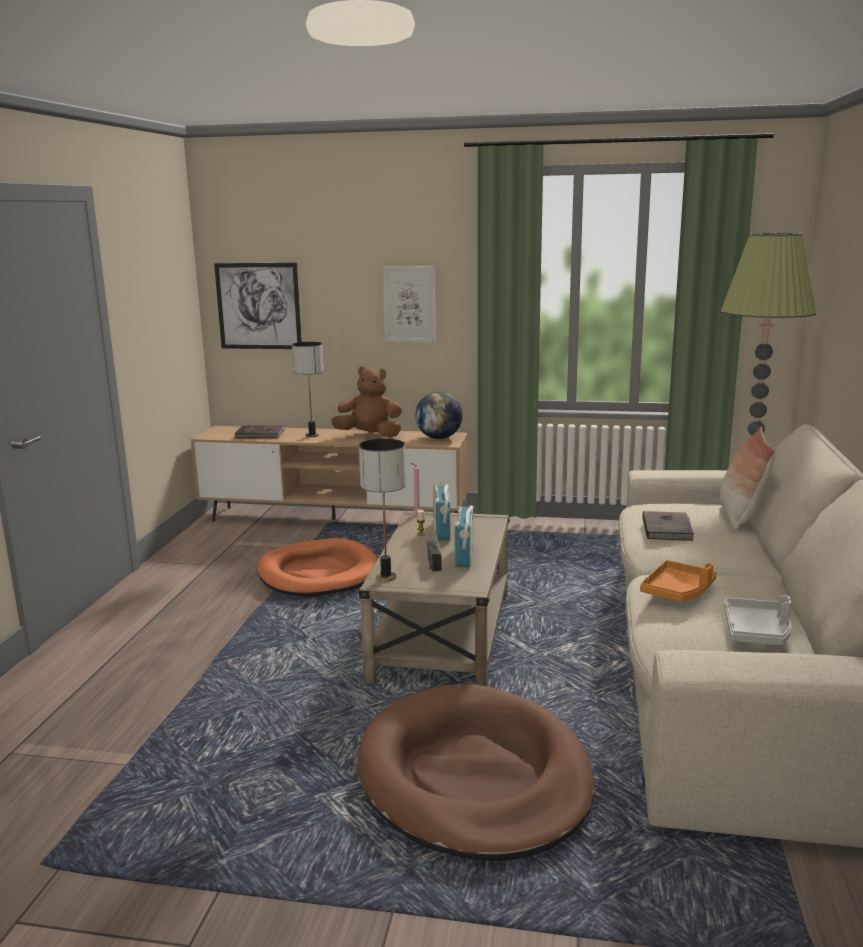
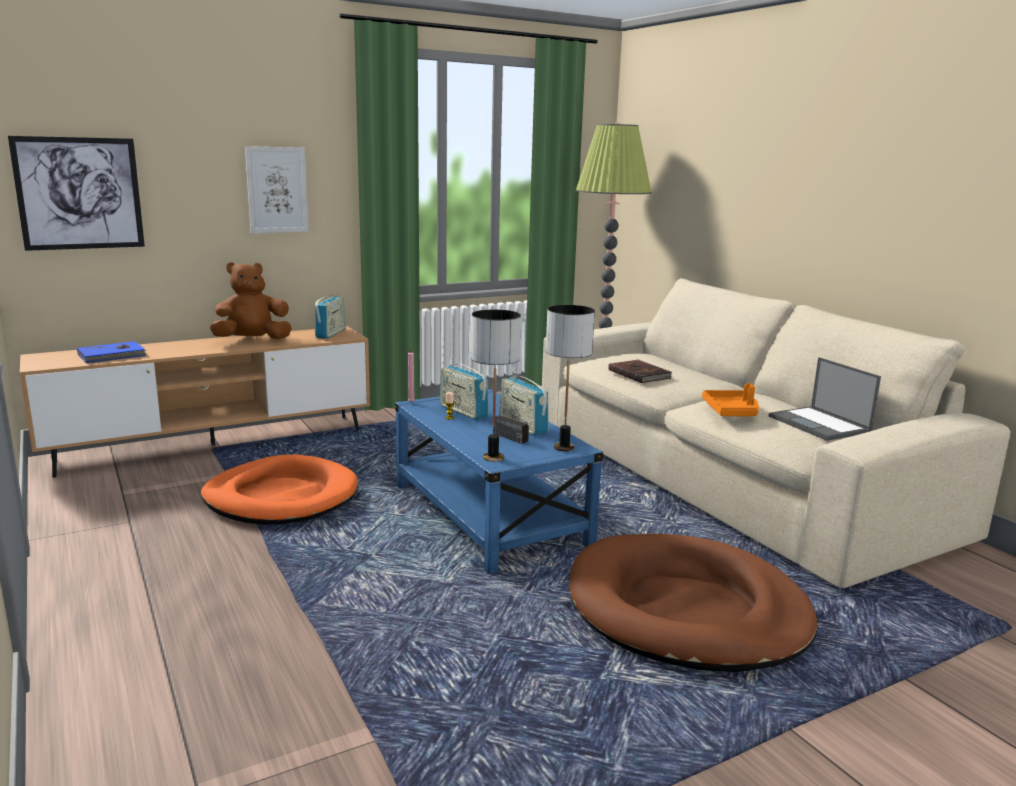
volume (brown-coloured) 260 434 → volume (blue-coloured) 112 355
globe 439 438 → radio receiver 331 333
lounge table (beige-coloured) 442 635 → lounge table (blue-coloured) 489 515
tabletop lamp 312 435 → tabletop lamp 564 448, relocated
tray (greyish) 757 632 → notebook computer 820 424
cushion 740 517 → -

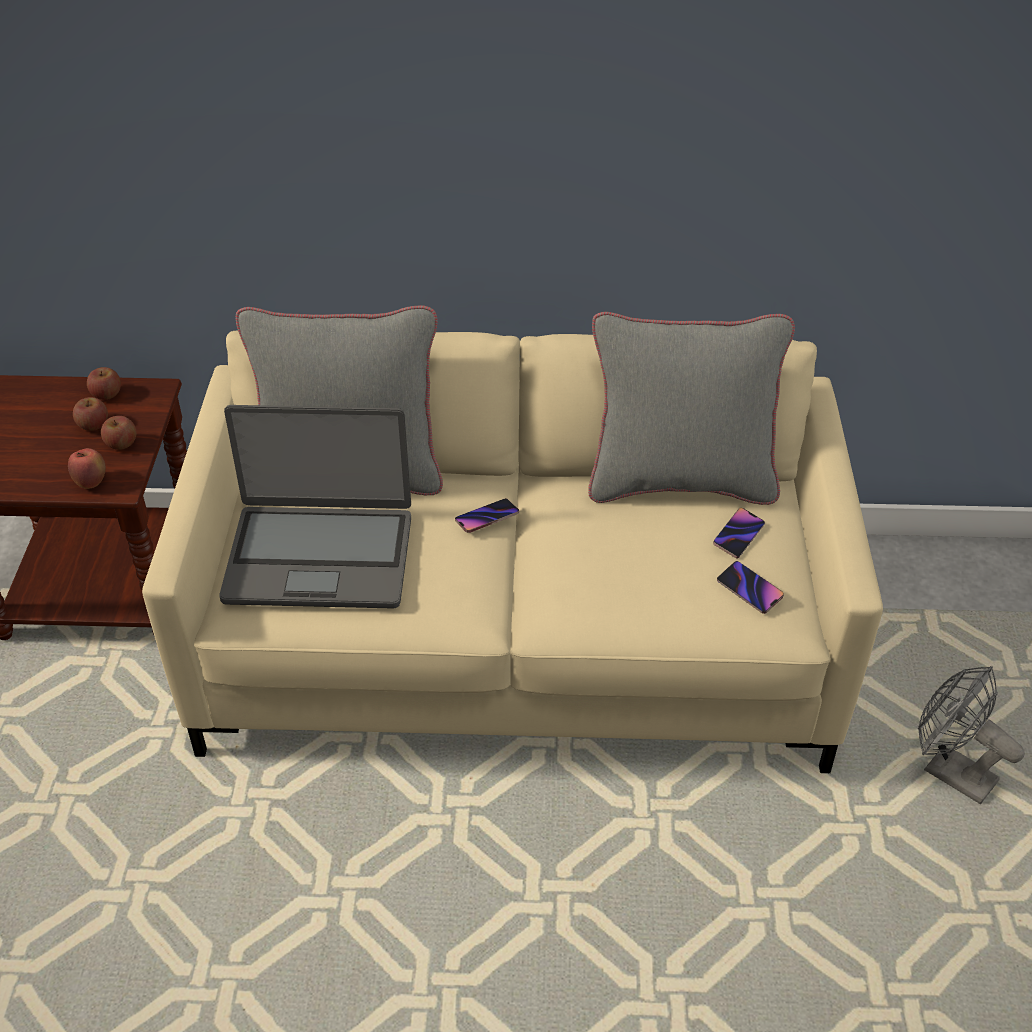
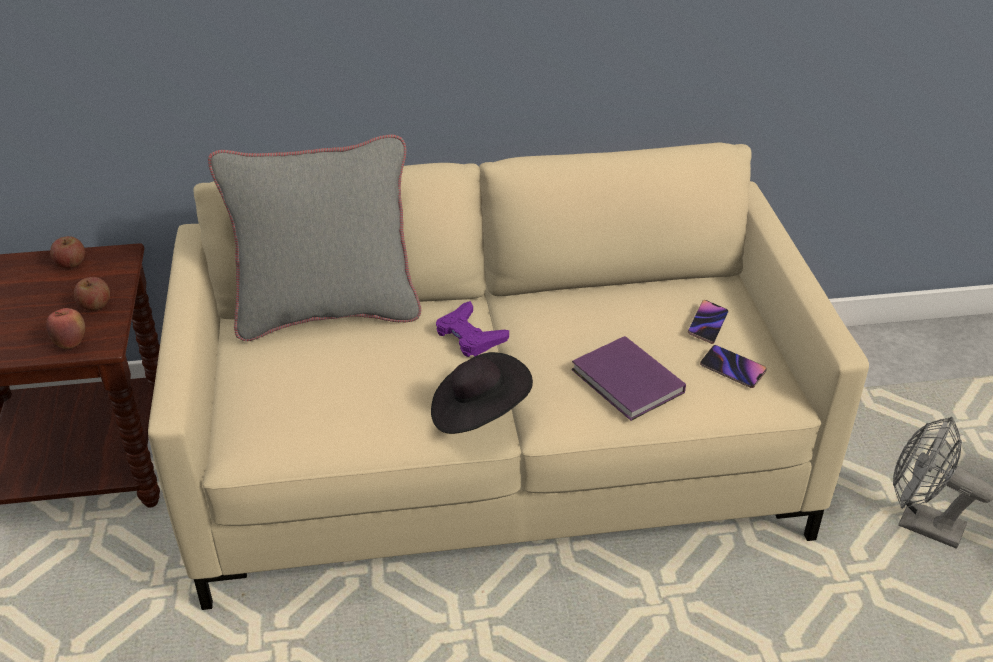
- → hat (black) 478 412
handset 487 518 → joypad (purplish) 469 336
- → volume (purplish) 628 383
whole apple 93 425 → -
notebook computer 320 556 → -
cushion (greyish) 680 481 → -

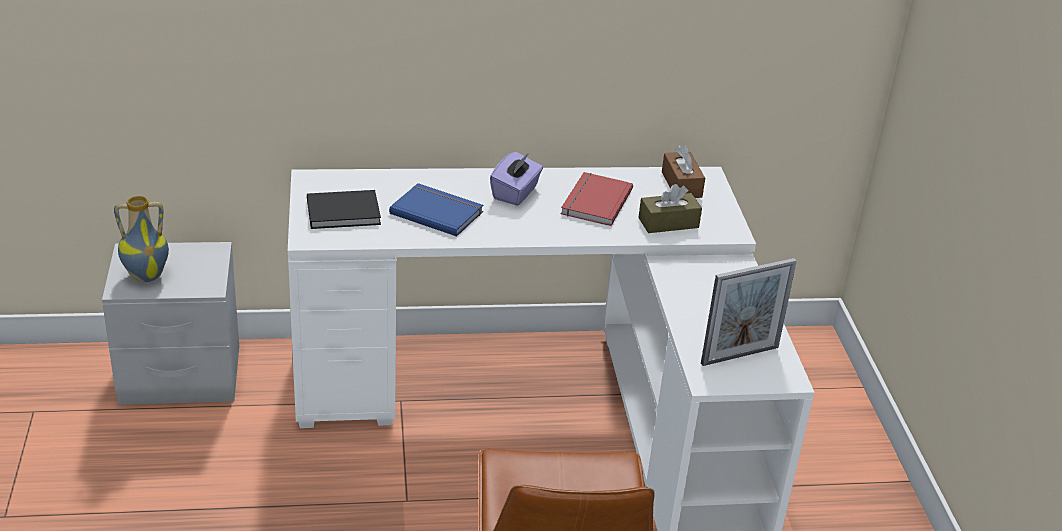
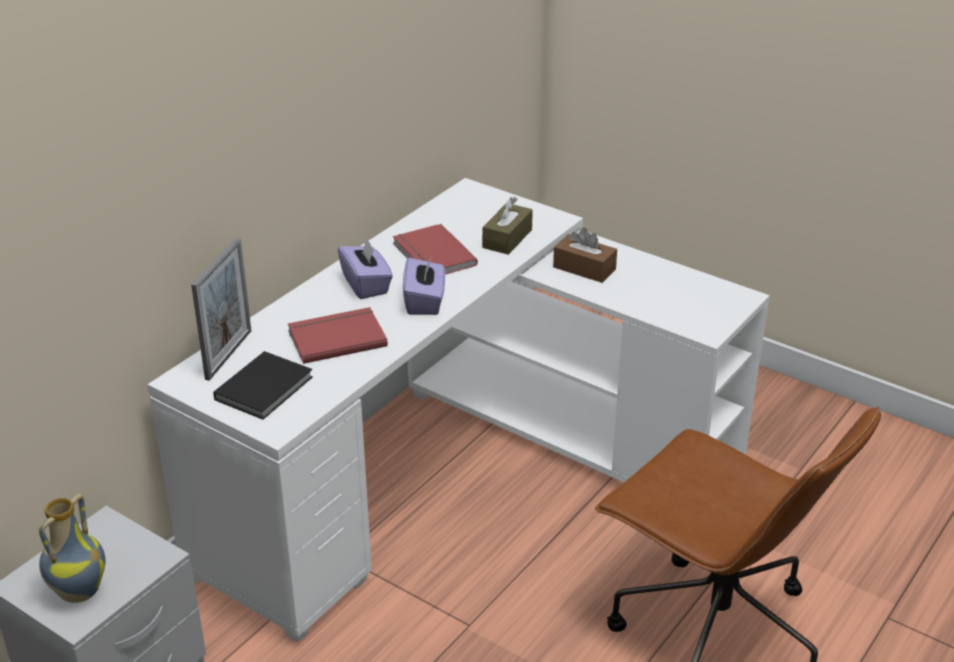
standing frame 740 355 → standing frame 228 354, relocated
volume (blue-coloured) 437 211 → volume (red) 336 337
- → tissue box (purplish) 425 302
tissue box (brown-coloured) 681 184 → tissue box (brown-coloured) 584 268, relocated

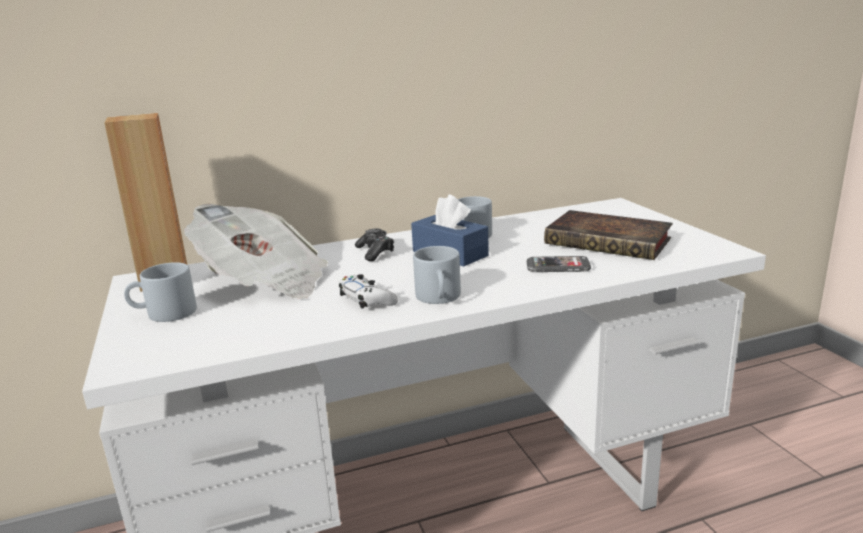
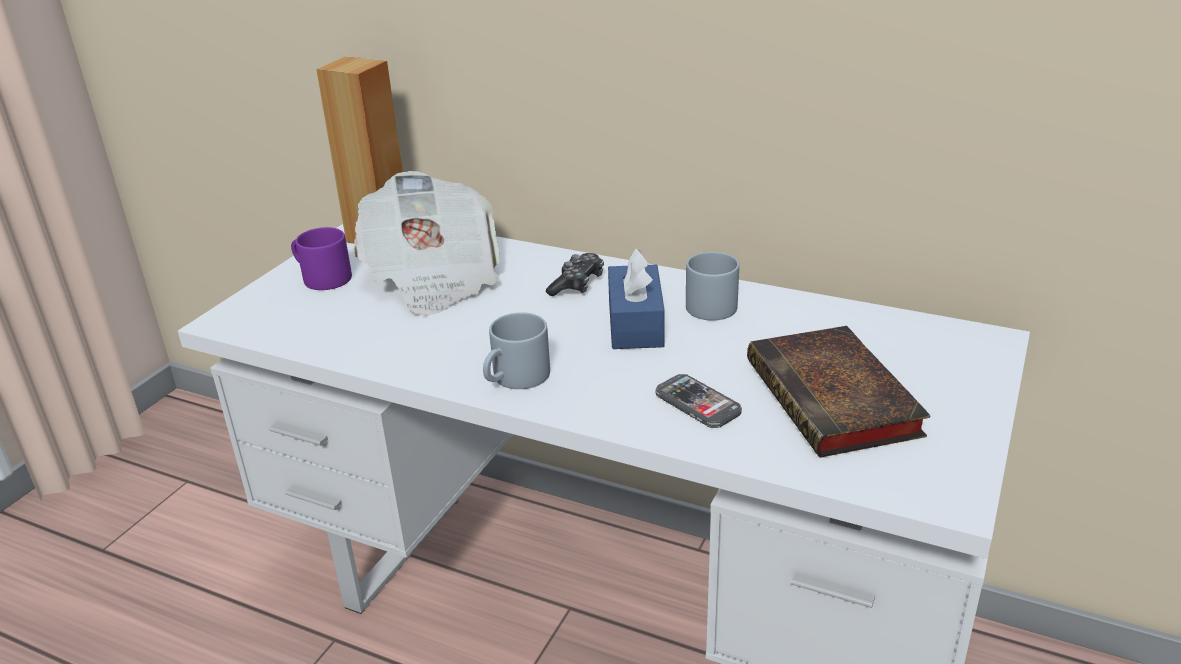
mug (greyish) 163 314 → mug (purplish) 320 277
joypad (whitish) 367 300 → -

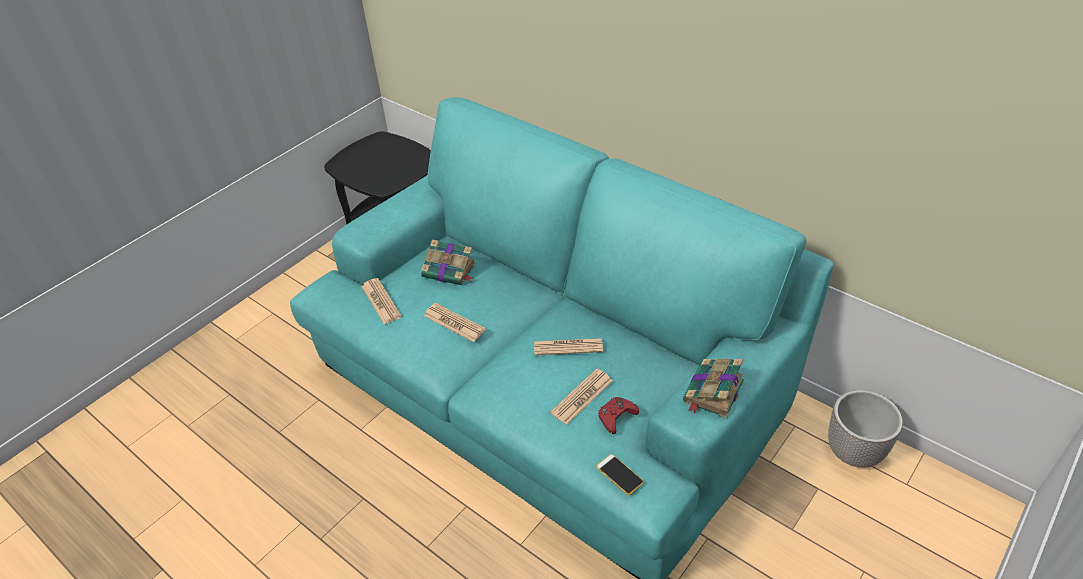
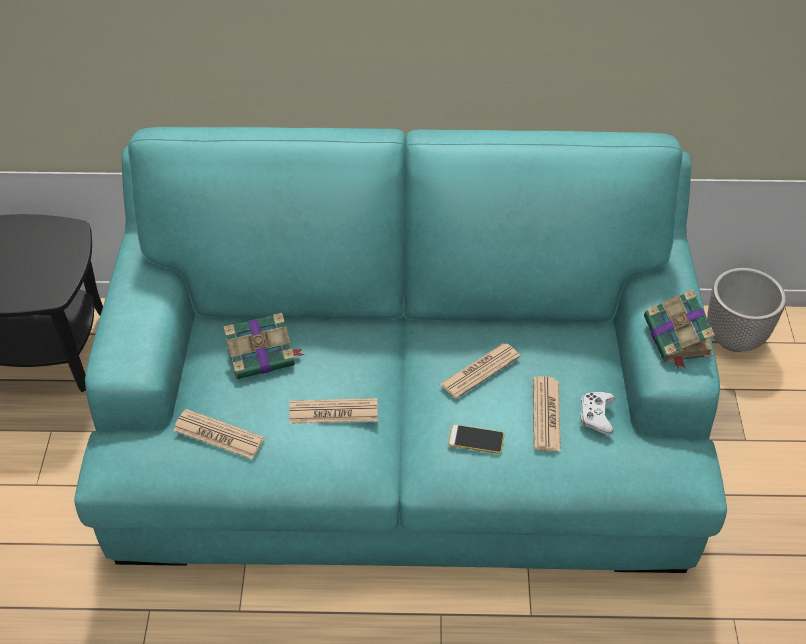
handset 619 475 → handset 476 439, relocated
joypad (red) 616 417 → joypad (whitish) 596 415

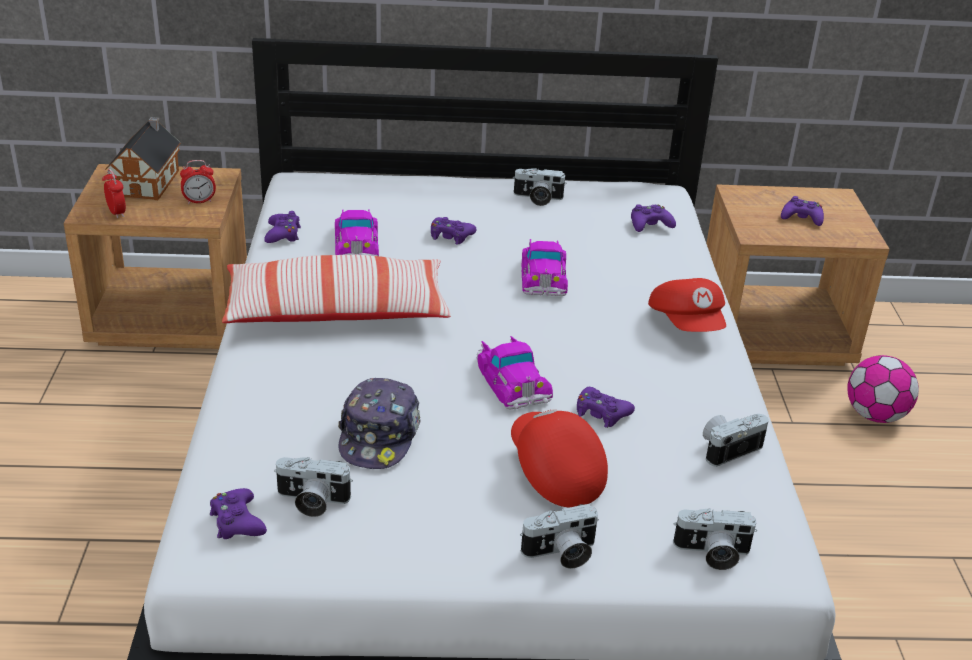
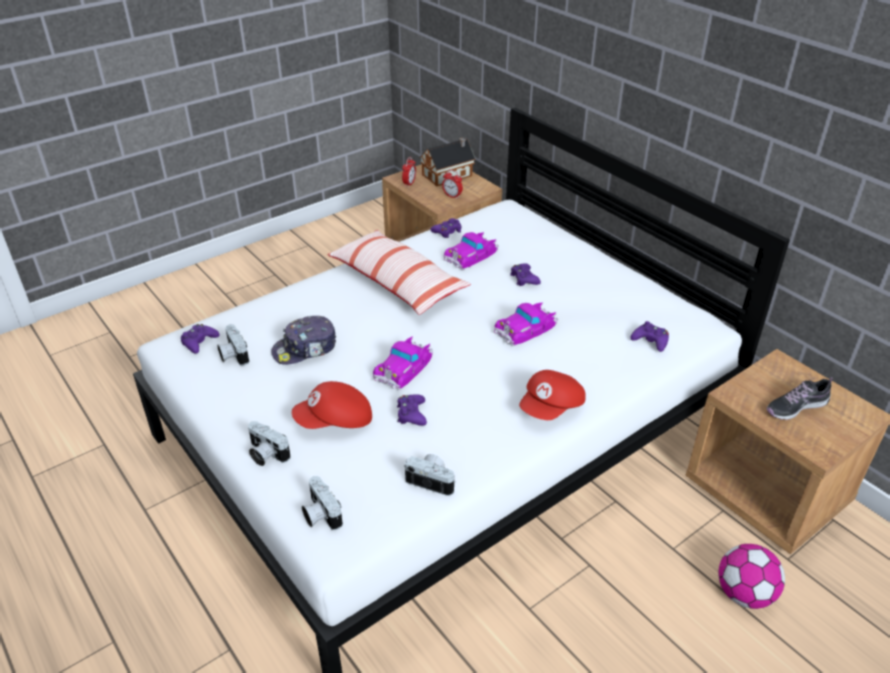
peaked cap (red) 554 472 → peaked cap (red) 335 421, 135 degrees counterclockwise
joypad (purplish) 802 218 → low shoe 796 407
photo camera 537 199 → -

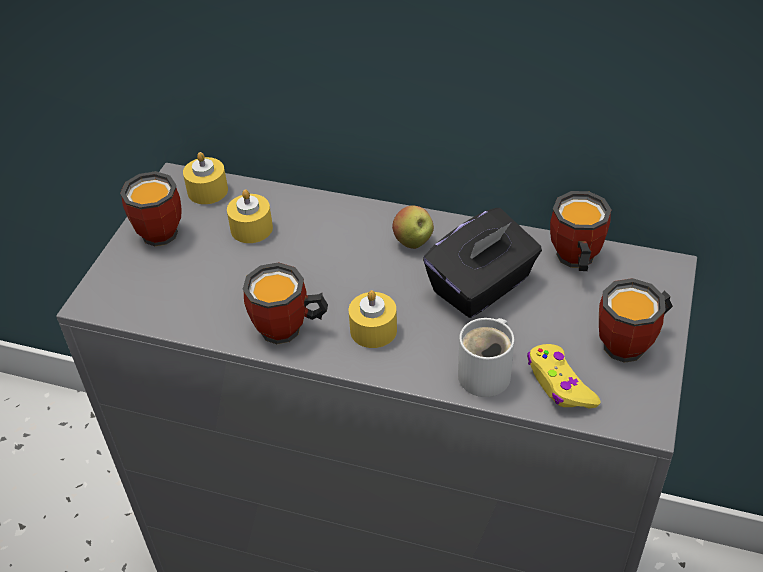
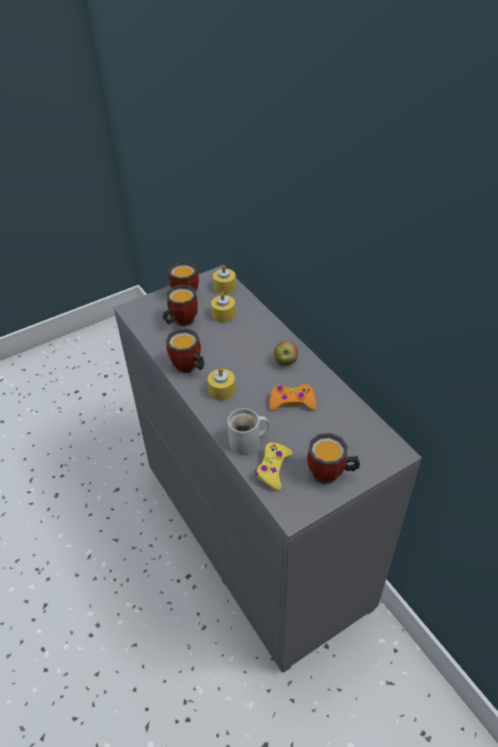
mug 573 260 → mug 180 321, relocated
tissue box (black) 482 287 → joypad (orange-coloured) 292 402

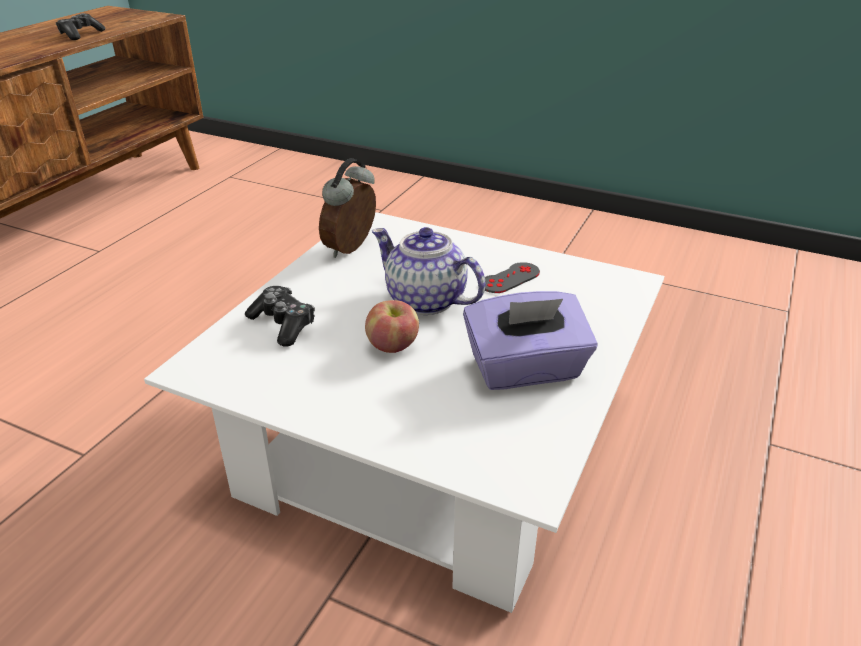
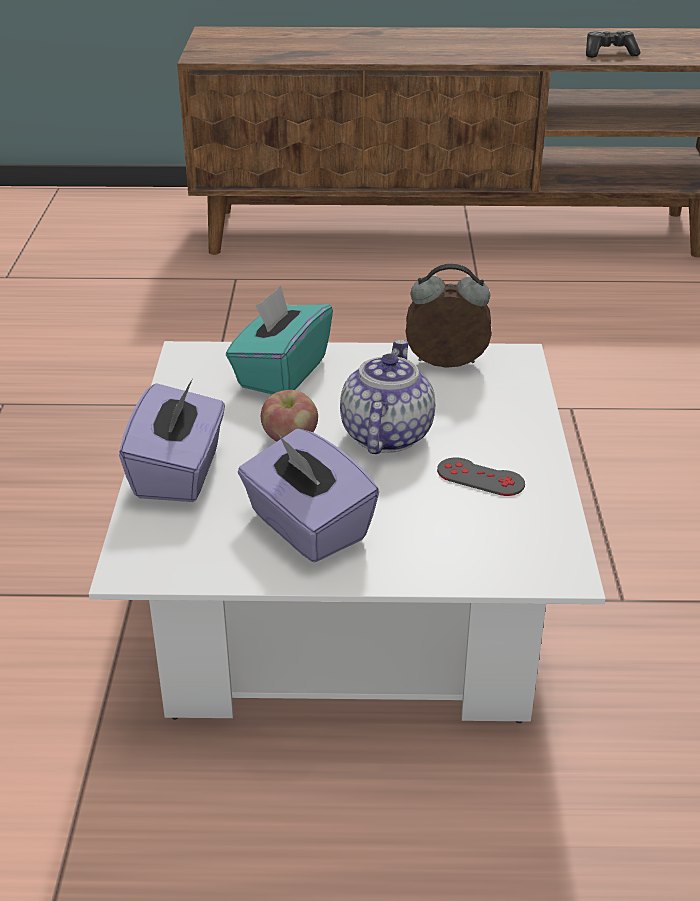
- → tissue box (purplish) 179 473
joypad 283 324 → tissue box (turquoise) 281 373

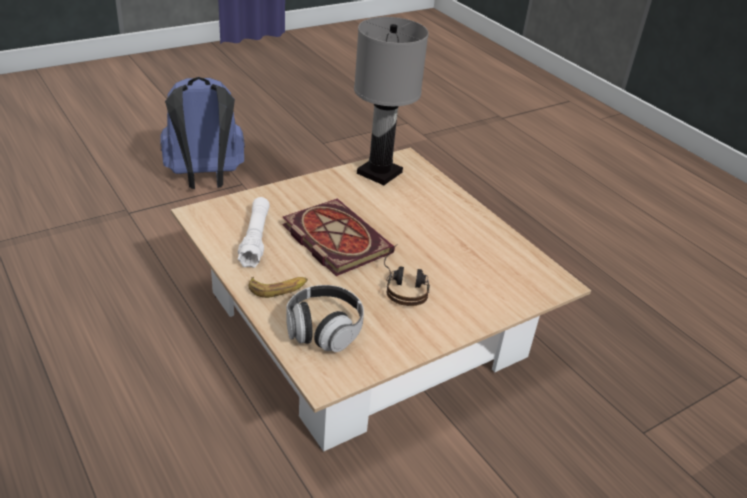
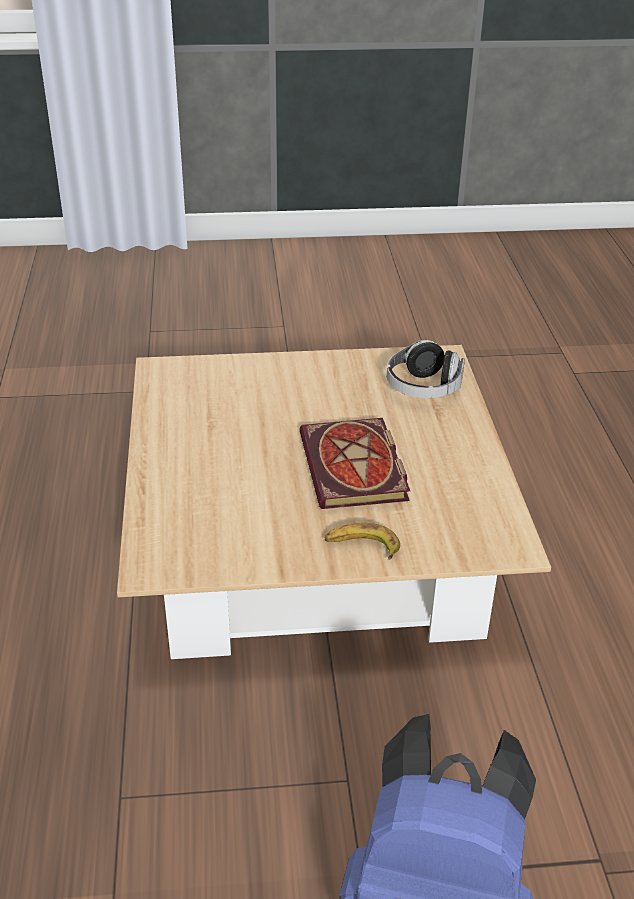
banana 278 288 → banana 362 546, relocated
torch (whitish) 255 239 → -
tabletop lamp (greyish) 380 173 → -
pair of headphones 405 284 → -

